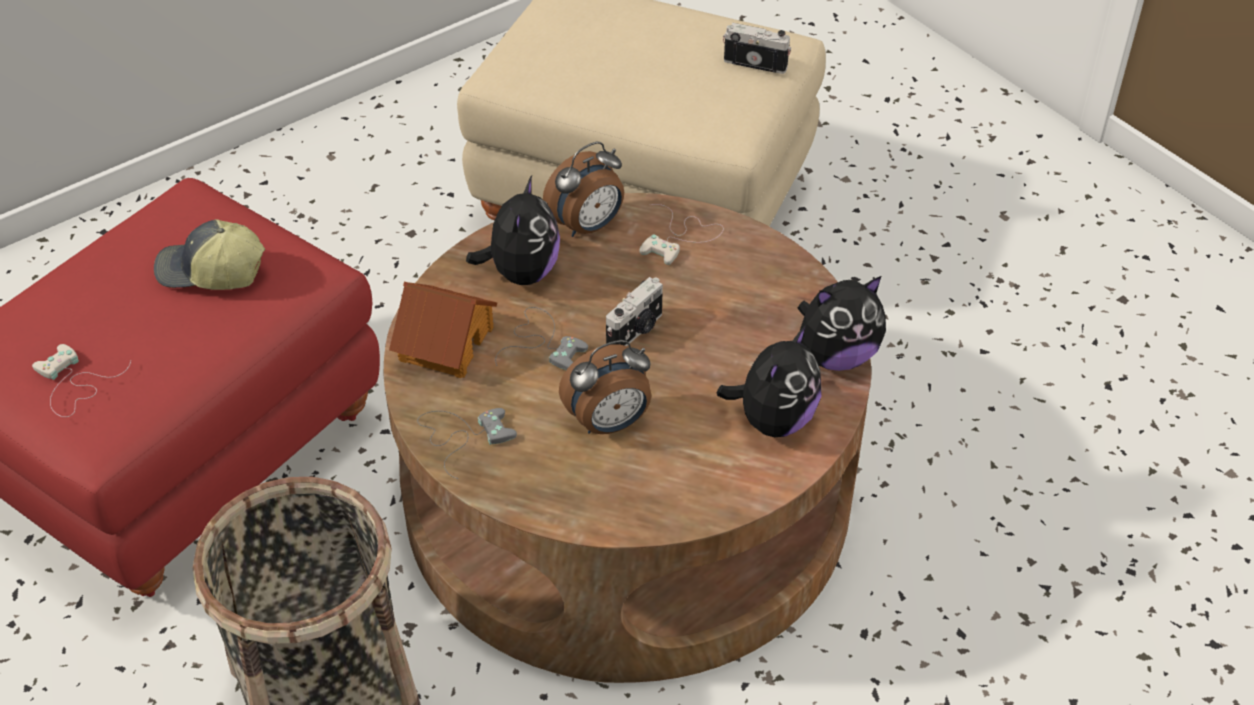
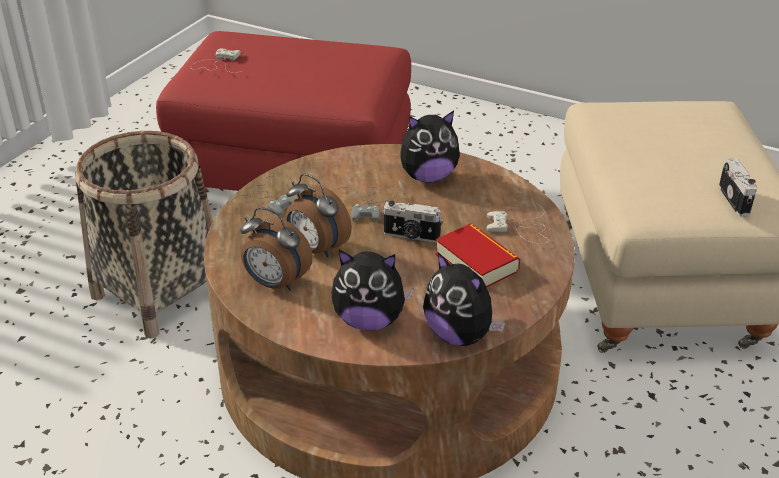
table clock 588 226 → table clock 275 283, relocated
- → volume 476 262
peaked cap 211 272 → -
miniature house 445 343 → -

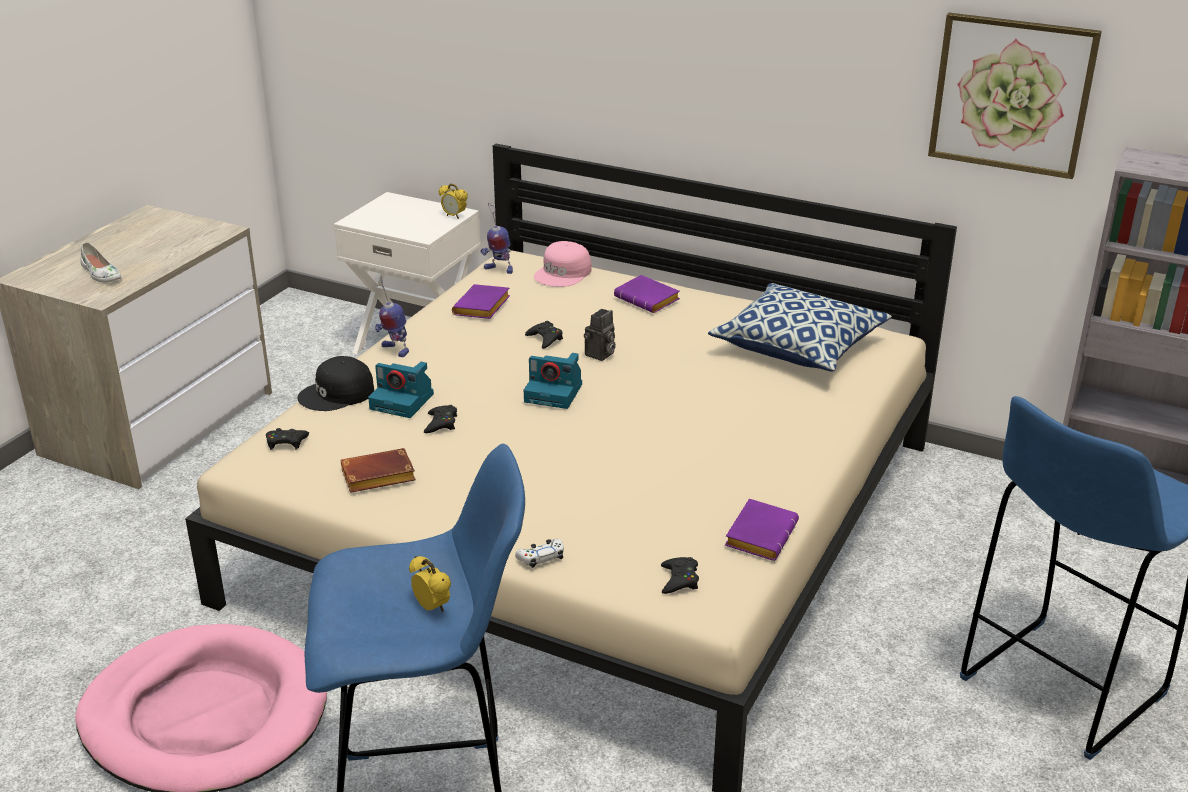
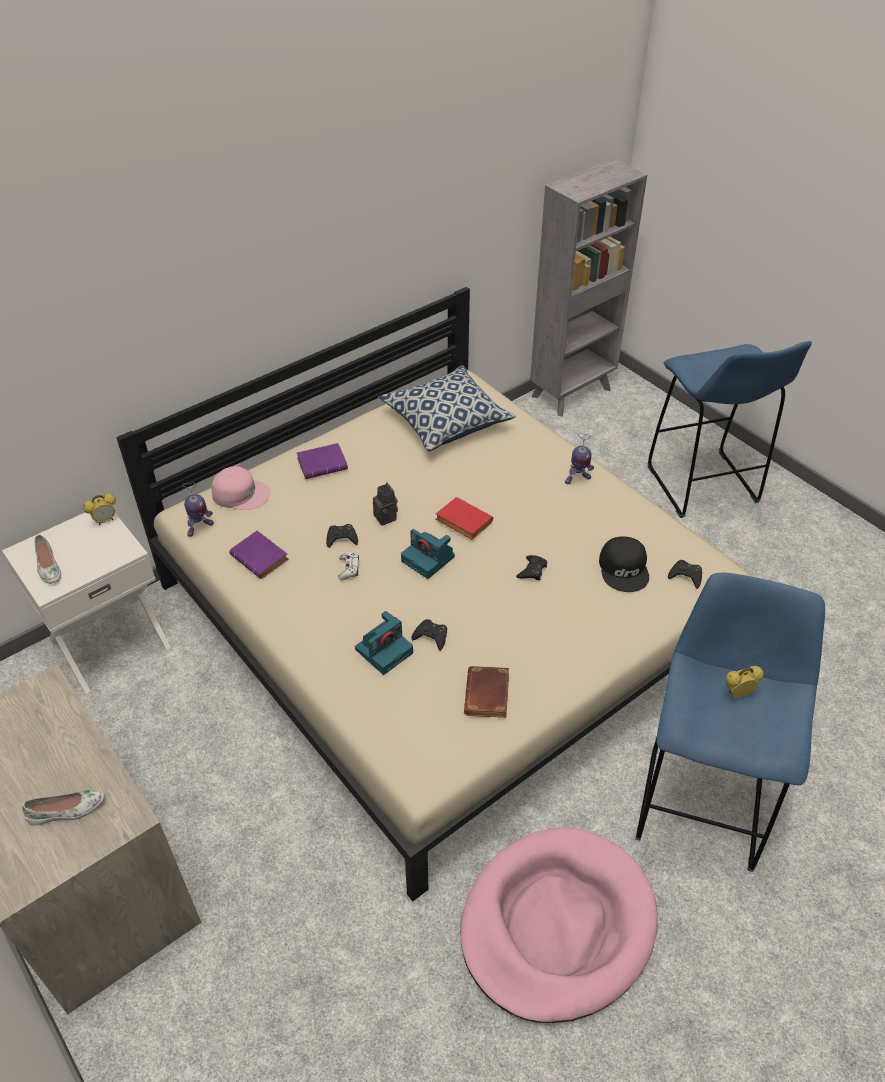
- → low shoe (whitish) 48 566
peaked cap (pink-coloured) 564 273 → peaked cap (pink-coloured) 241 493, 45 degrees counterclockwise
joypad (whitish) 541 557 → joypad (whitish) 349 569, relocated
photo camera 555 393 → photo camera 429 559, 90 degrees clockwise
- → volume (red) 462 522
joypad (black) 286 442 → joypad (black) 532 571, relocated
robot figure 394 350 → robot figure 577 479, relocated
peaked cap (black) 337 394 → peaked cap (black) 624 568, relocated
volume (purplish) 759 534 → -
wall picture 1011 94 → -

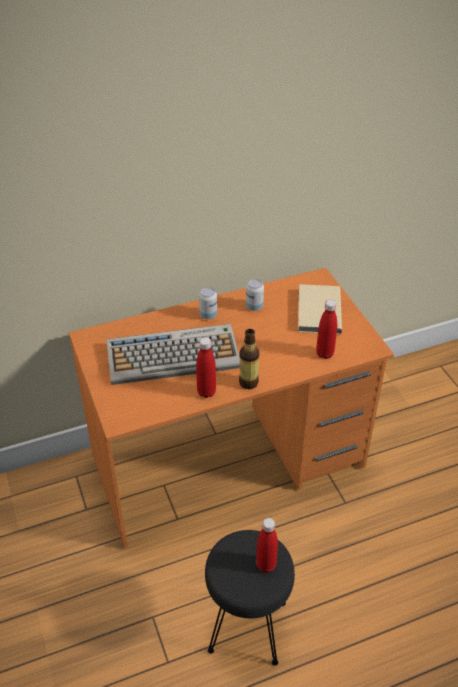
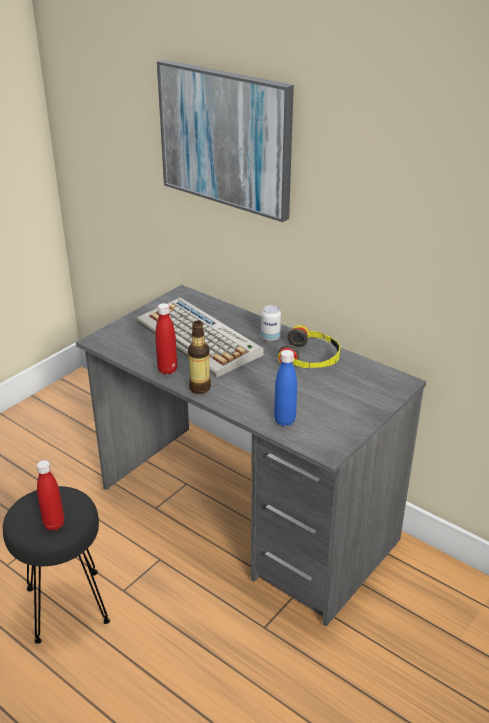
desk unit (orange-coloured) 228 462 → desk unit (greyish) 246 514
- → wall picture 226 138
bottle (red) 324 354 → bottle (blue-coloured) 284 420
sealed can 254 306 → pair of headphones 310 358
volume (beige-coloured) 317 311 → -

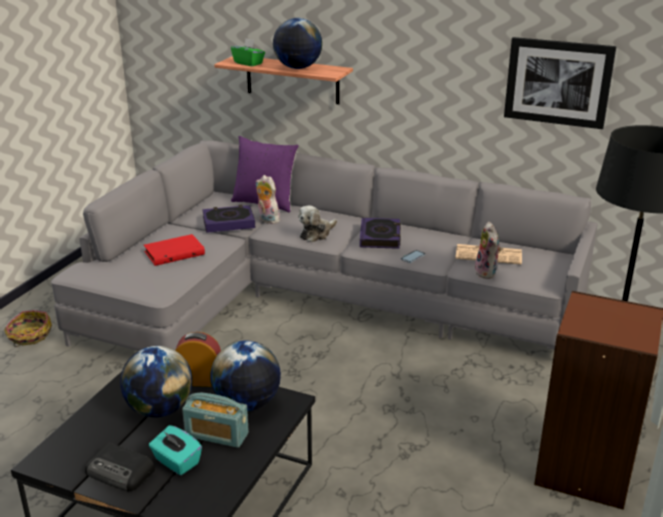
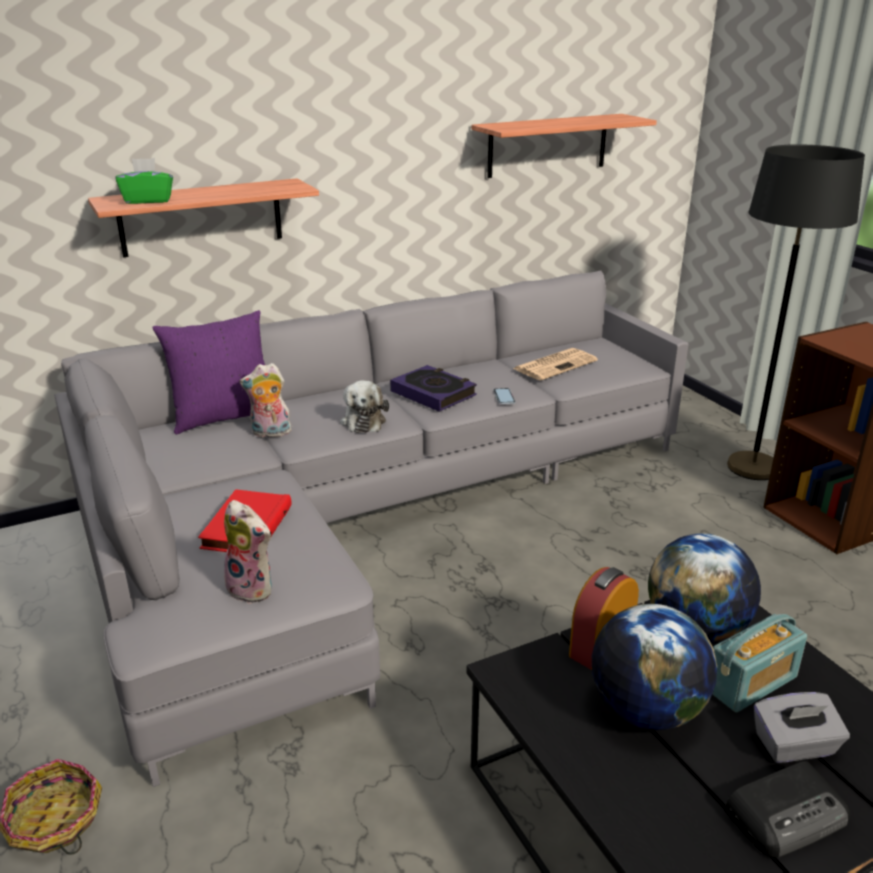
cuddly toy 487 273 → cuddly toy 253 588, relocated
wall picture 558 82 → bracket shelf 548 145
tissue box (turquoise) 176 462 → tissue box (greyish) 795 746
volume 228 222 → -
globe 297 68 → -

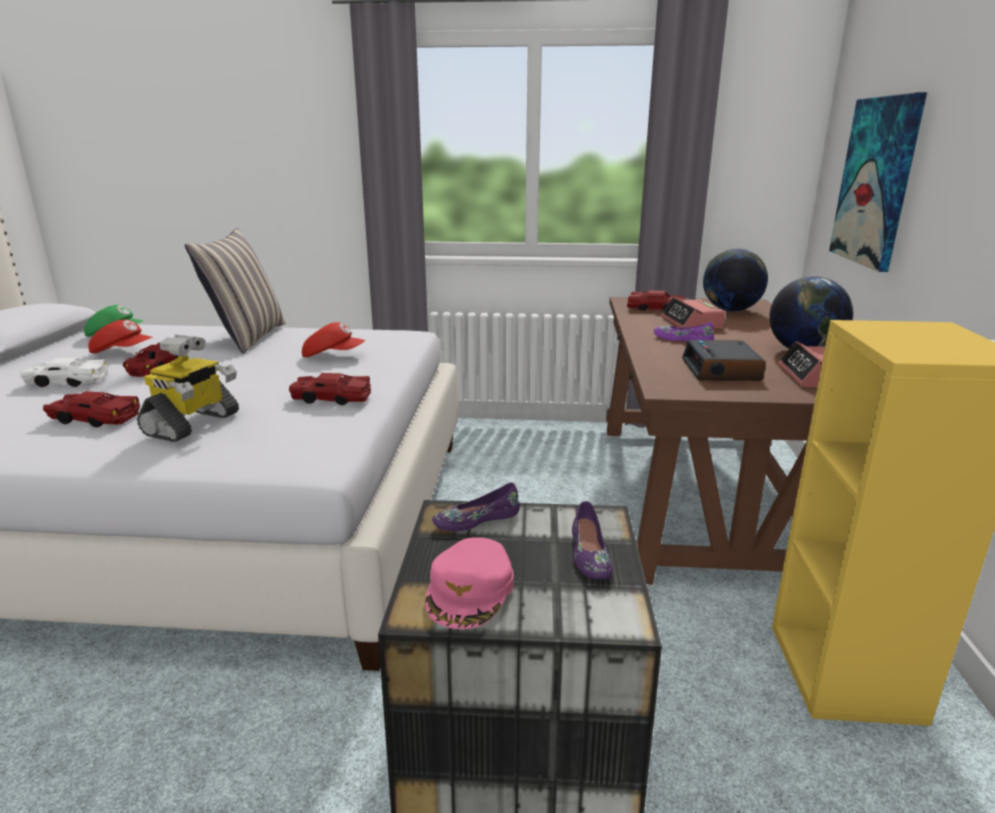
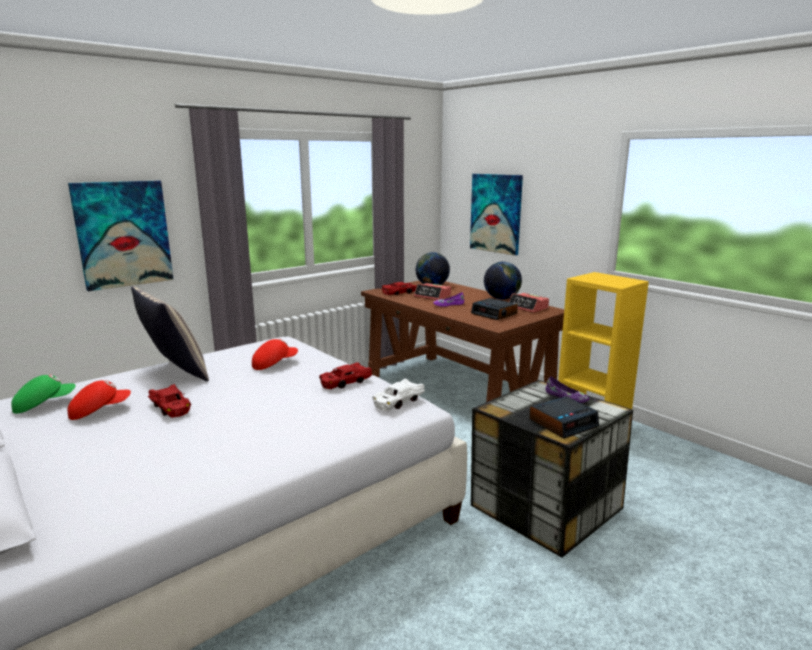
- → wall picture 123 234
miniature car (whitish) 67 381 → miniature car (whitish) 398 401, relocated
peaked cap (pink-coloured) 470 591 → table clock 563 423
miniature car (red) 94 418 → -
robot figure 193 424 → -
low shoe (purplish) 476 519 → -

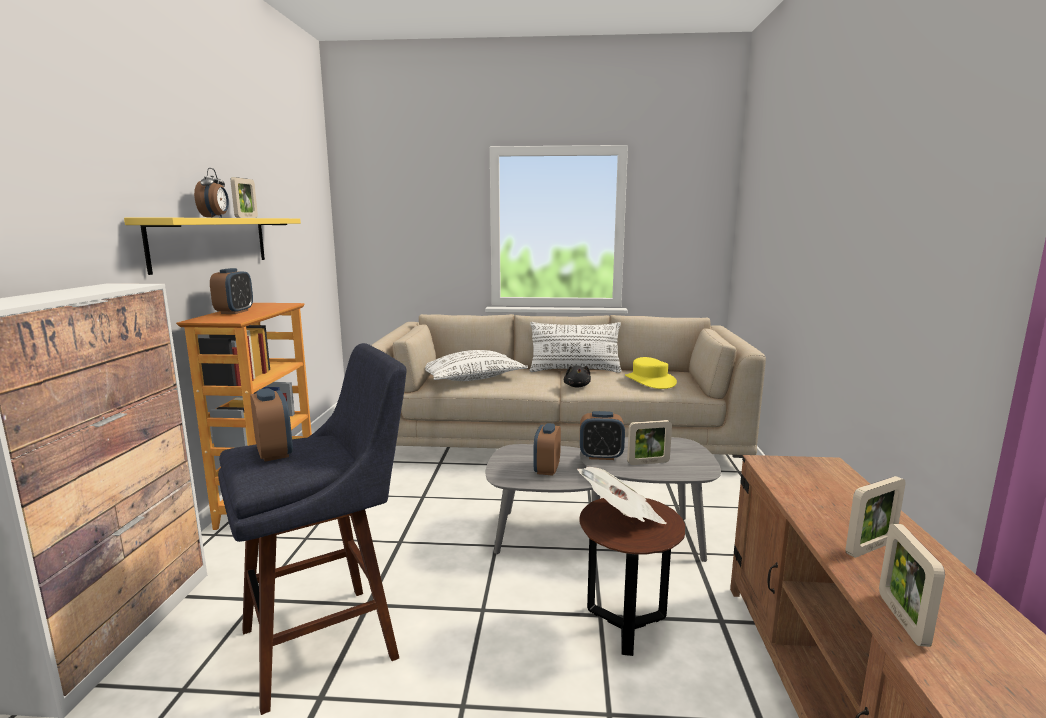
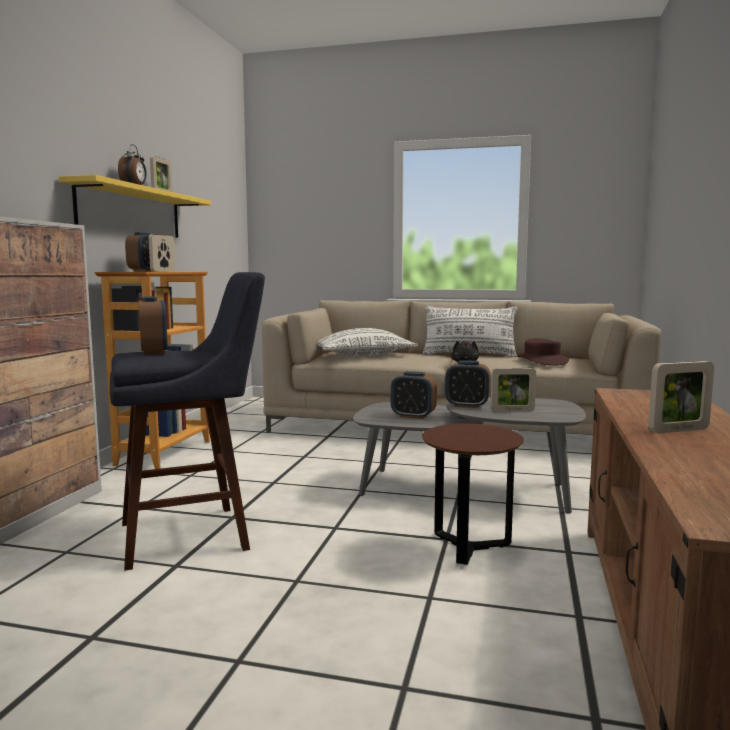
standing frame 902 619 → standing frame 163 271, relocated
table clock 547 469 → table clock 413 416, 90 degrees counterclockwise
hat (yellow) 649 381 → hat (brown-coloured) 541 361
daily paper 621 516 → -

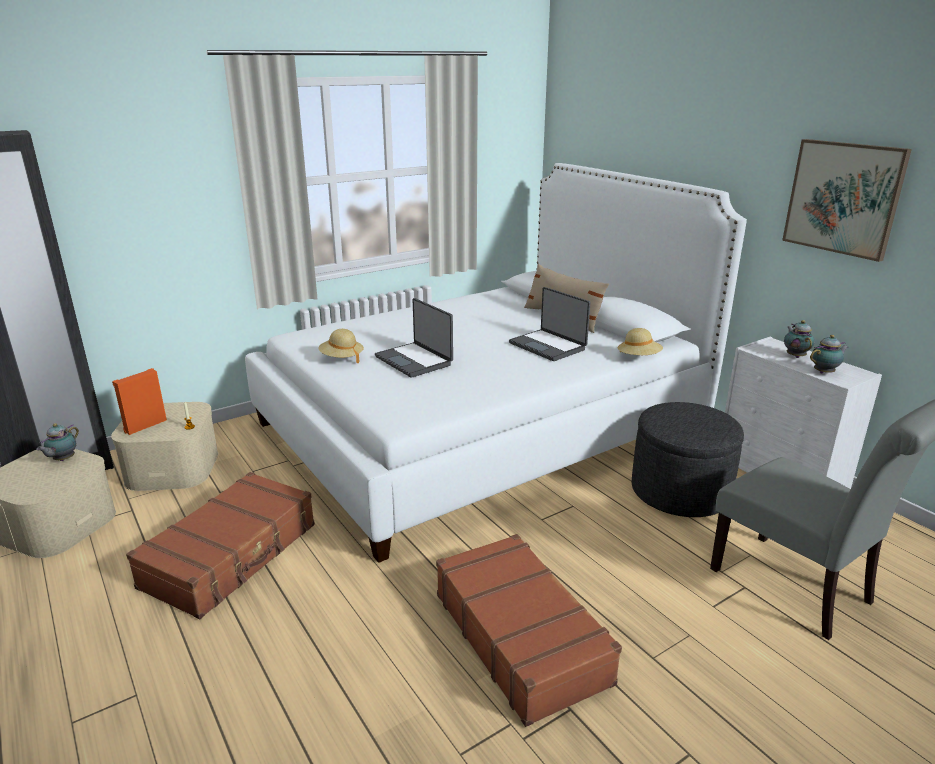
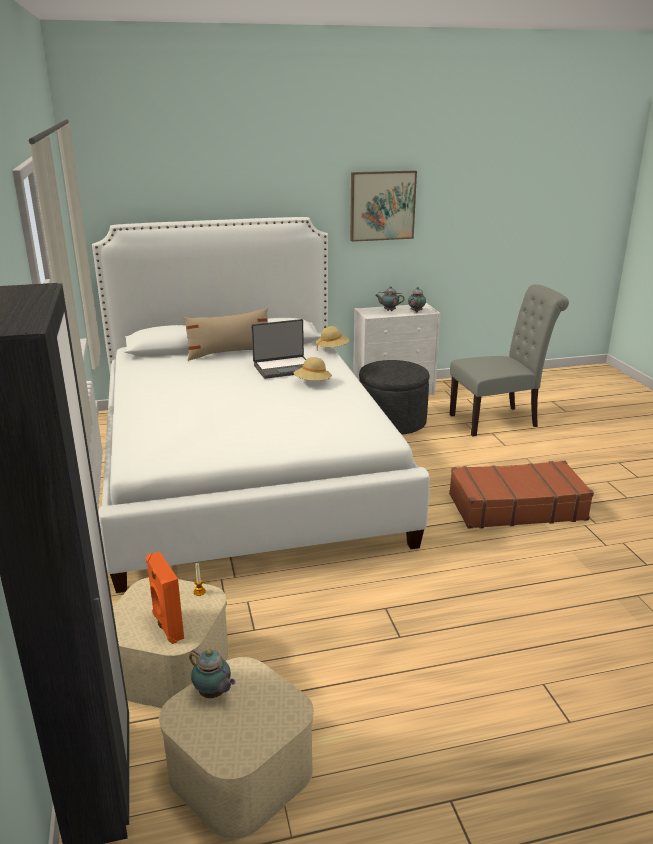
hat (beige-coloured) 341 358 → hat (beige-coloured) 312 383, relocated
suitcase (brown-coloured) 232 555 → -
notebook computer 415 360 → -

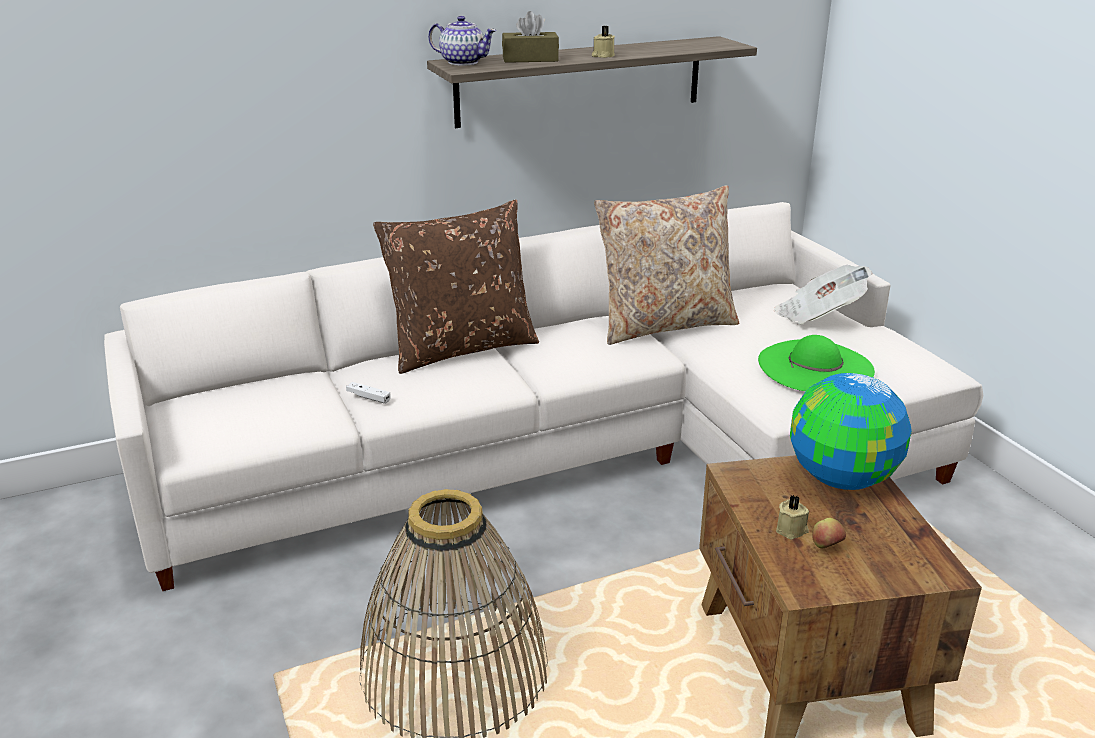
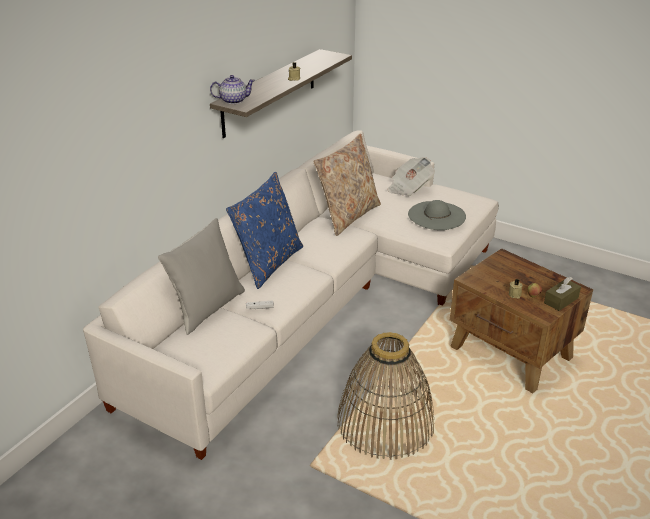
- → cushion (greyish) 207 308
cushion (brown-coloured) 461 347 → cushion (blue-coloured) 268 263
hat (green-coloured) 815 366 → hat (greyish) 436 215
tissue box (brown-coloured) 530 59 → tissue box (brown-coloured) 561 300, relocated
globe 842 479 → -

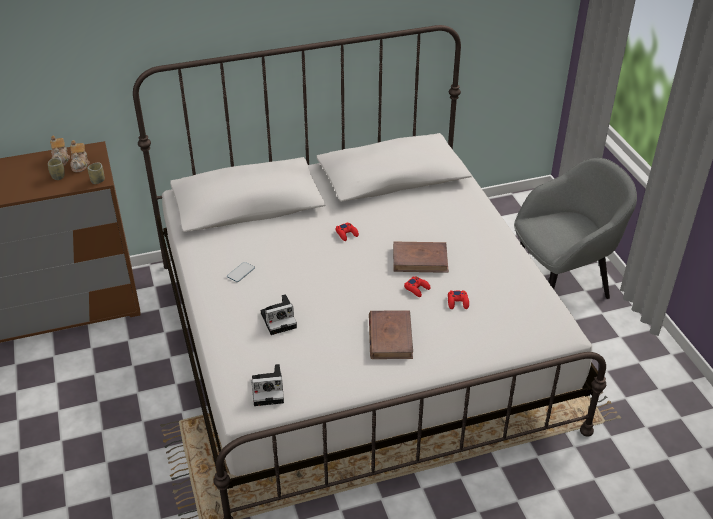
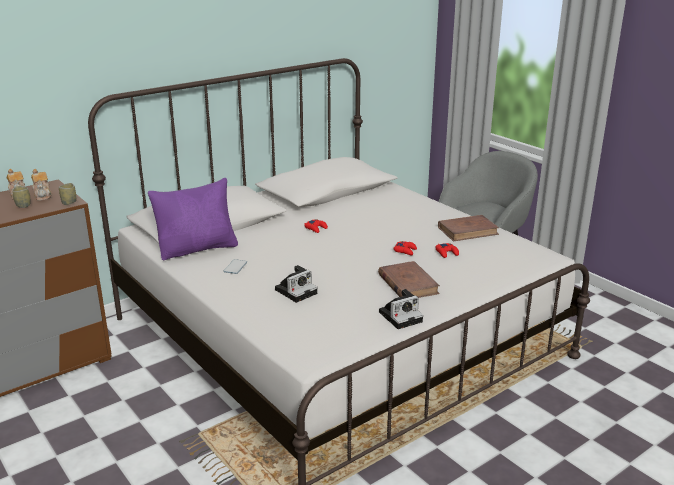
- → cushion (purplish) 198 249
photo camera 269 390 → photo camera 401 316, relocated
volume (brown-coloured) 420 259 → volume (brown-coloured) 468 231, relocated

